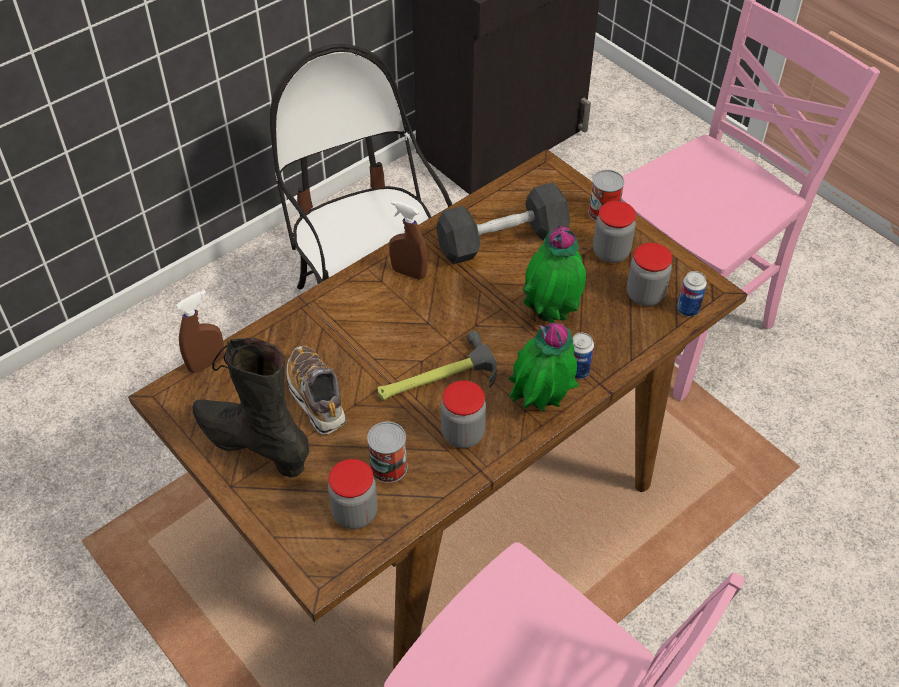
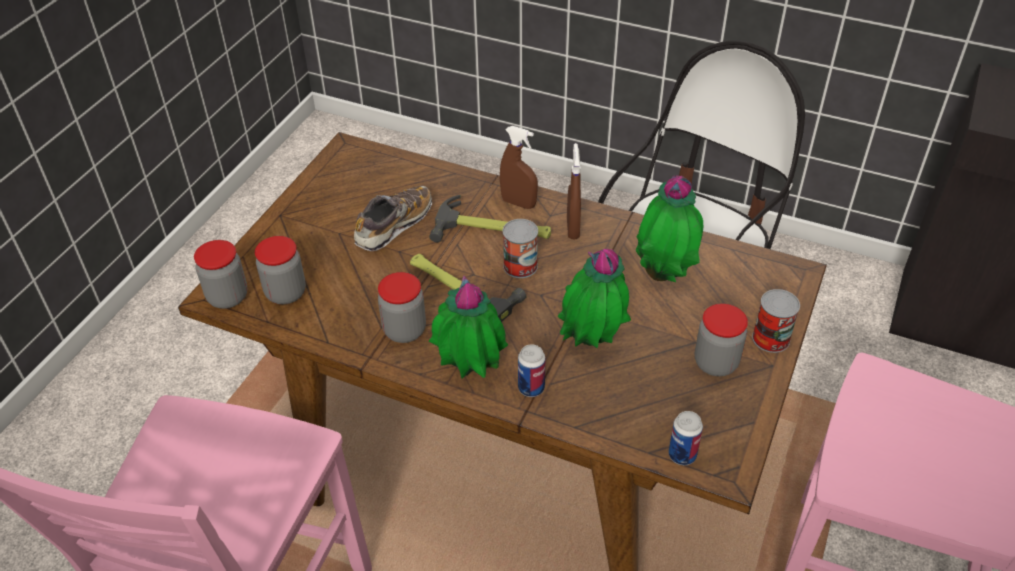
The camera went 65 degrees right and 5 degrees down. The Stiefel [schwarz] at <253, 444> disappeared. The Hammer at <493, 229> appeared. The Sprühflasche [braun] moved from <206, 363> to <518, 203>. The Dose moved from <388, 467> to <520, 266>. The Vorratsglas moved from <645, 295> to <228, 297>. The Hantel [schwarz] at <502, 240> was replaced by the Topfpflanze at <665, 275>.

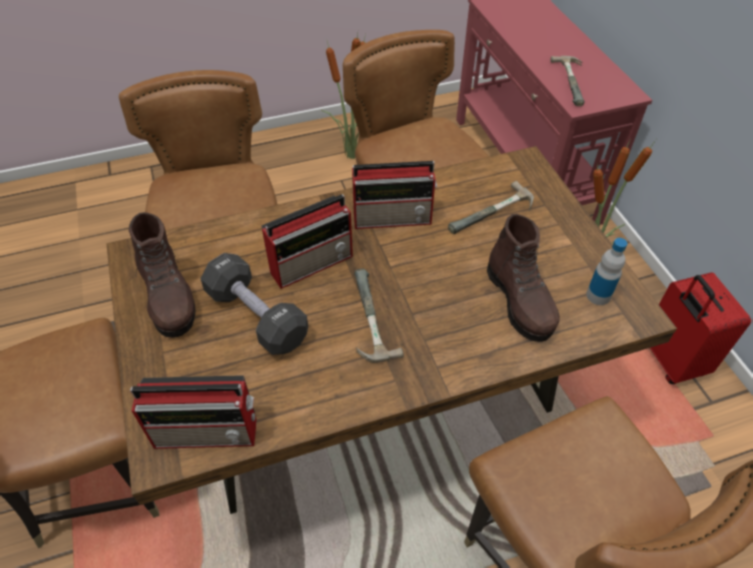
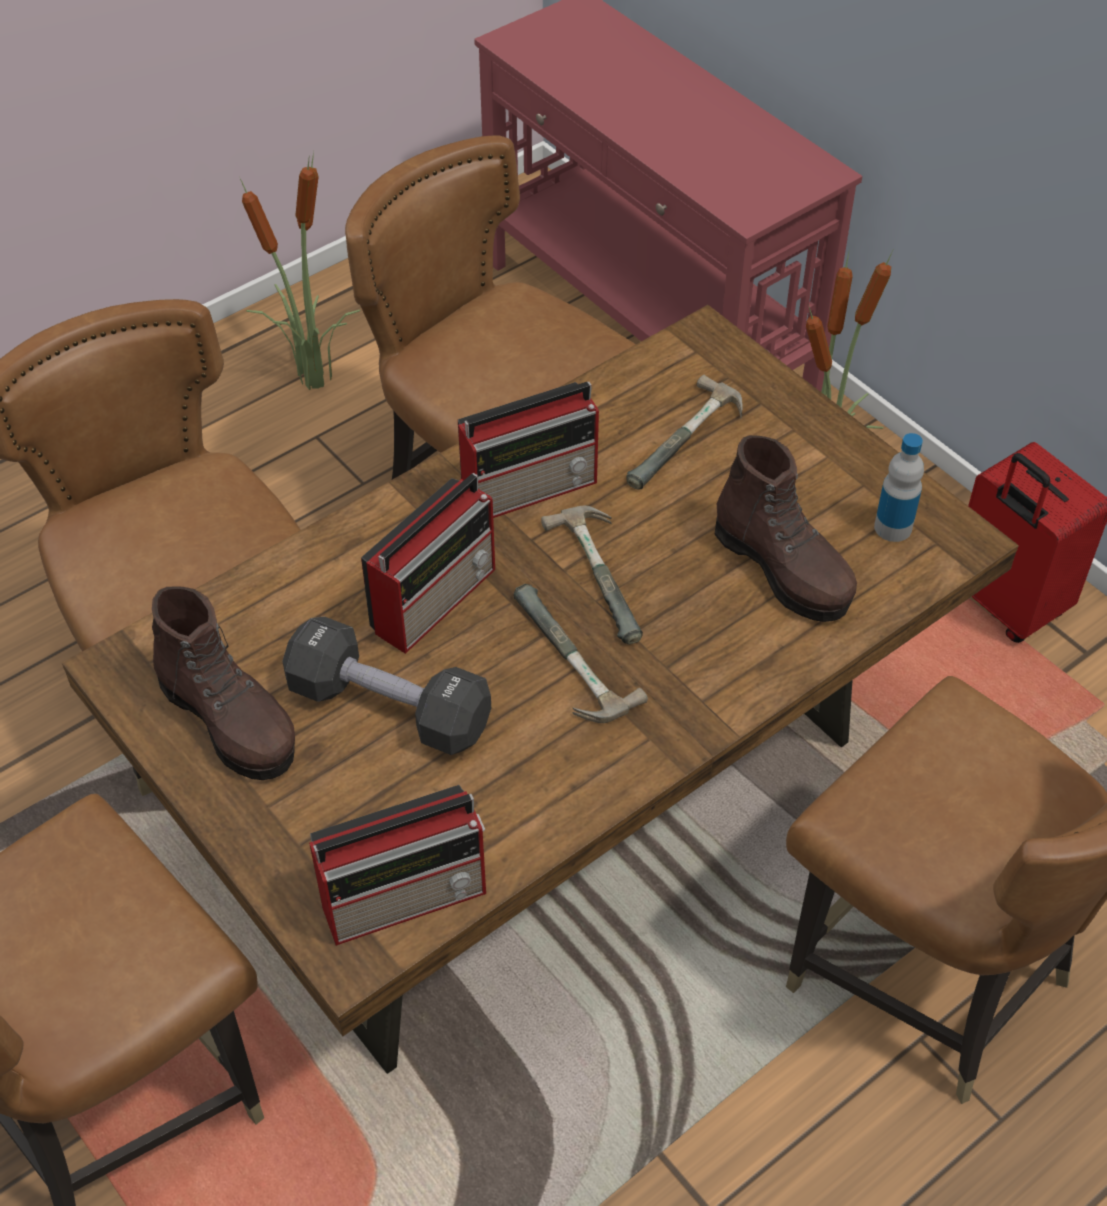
The camera went 20 degrees left and 0 degrees up. The Hammer moved from <575, 82> to <608, 574>.

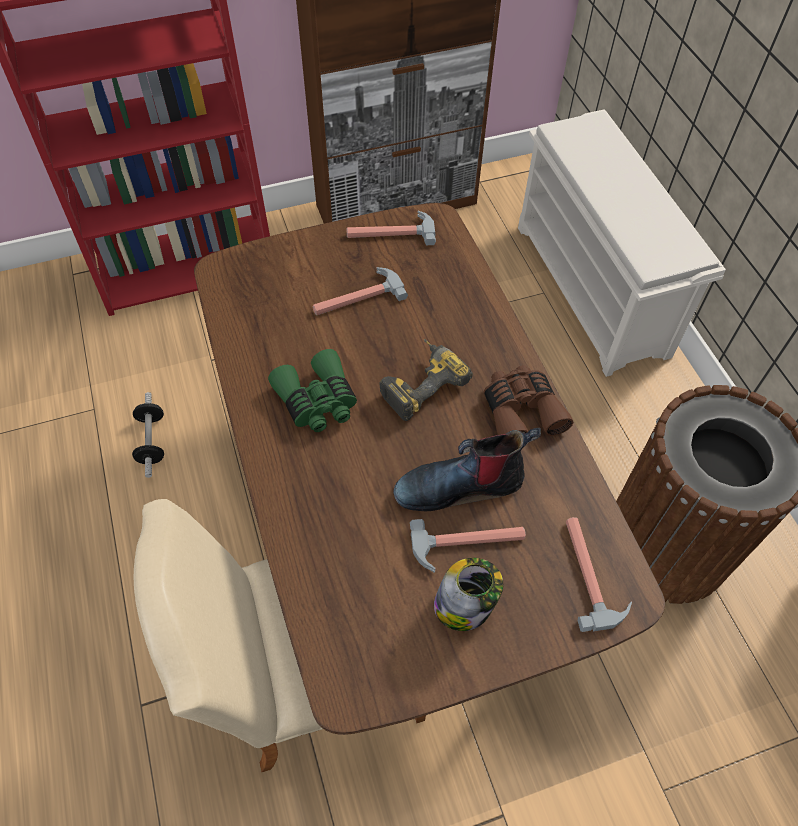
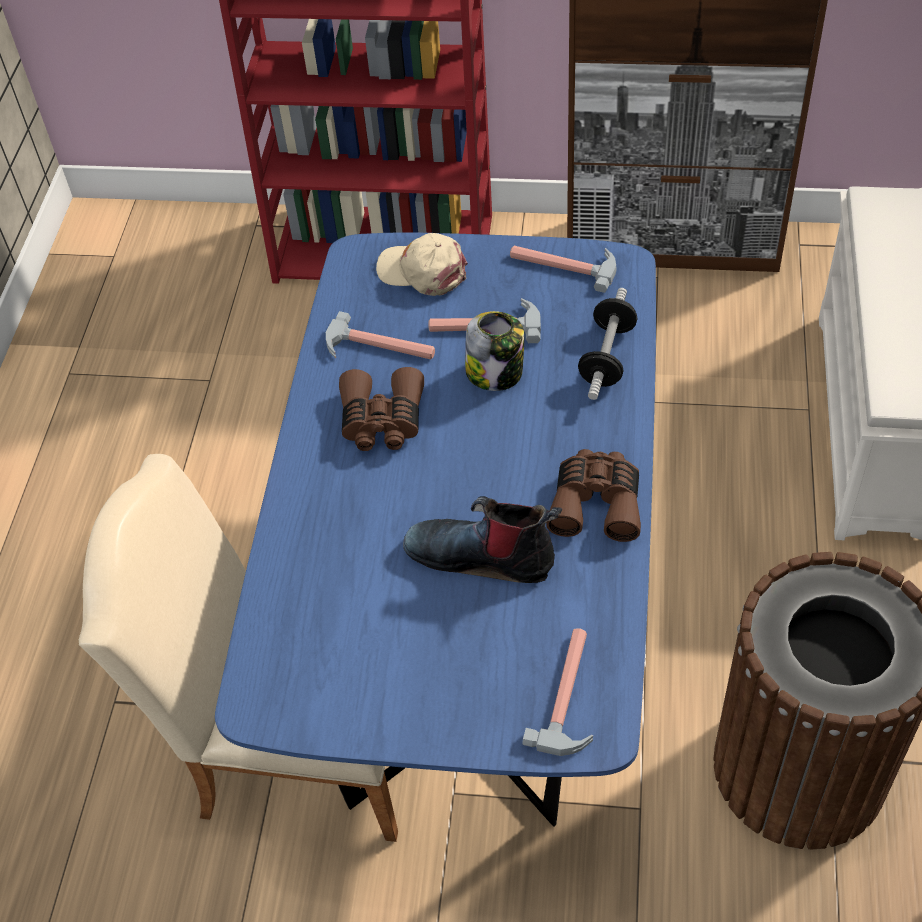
The camera went 30 degrees right and 5 degrees down. The Bohrmaschine at <420, 383> disappeared. The Kappe [beige] at <423, 271> appeared. The Hantel moved from <152, 441> to <607, 357>. The Hammer moved from <468, 544> to <379, 348>. The Vorratsglas moved from <464, 605> to <495, 373>. The Esstisch [braun] at <398, 525> became the Esstisch [blau] at <476, 622>. The Fernglas [grün] at <317, 401> became the Fernglas [braun] at <382, 421>.

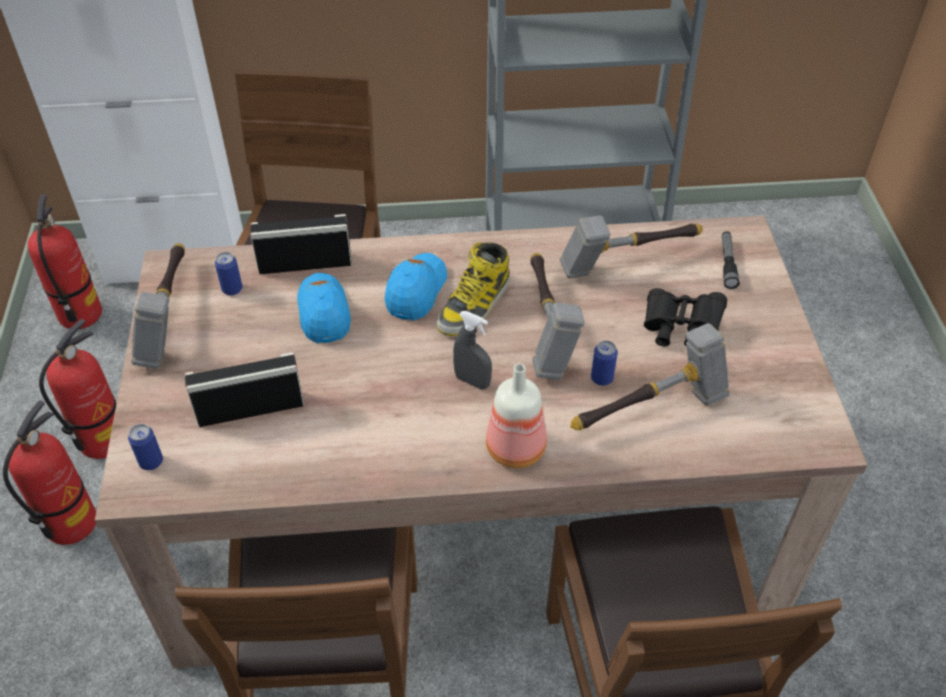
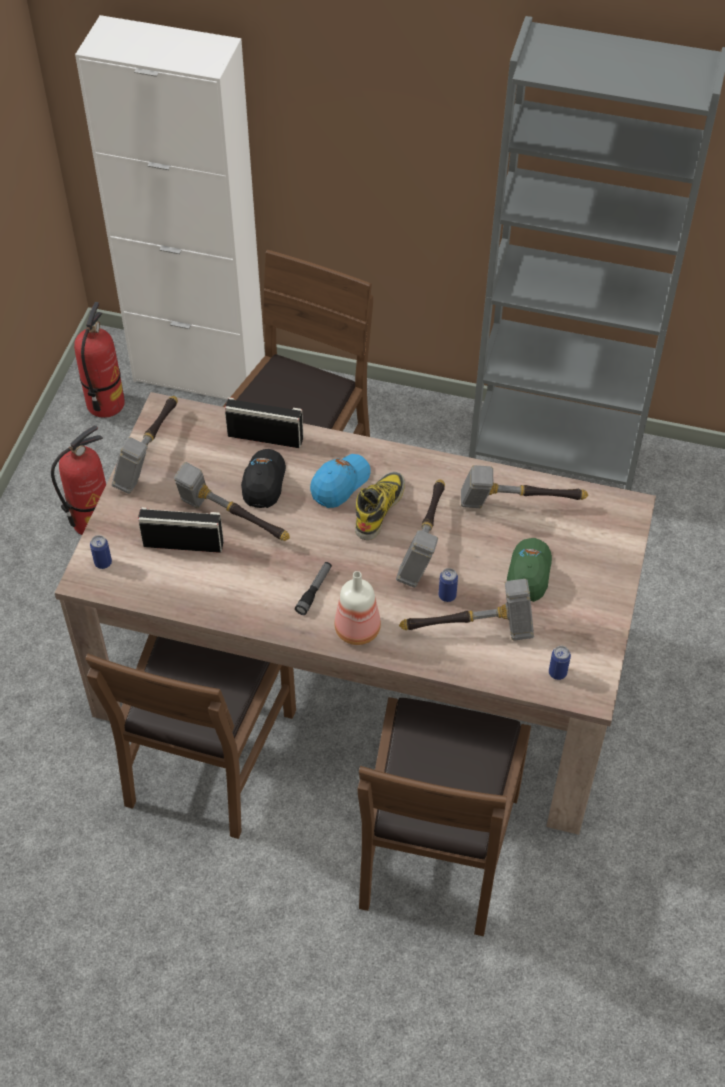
The camera went 20 degrees right and 5 degrees up. The Feuerlöscher at <71, 523> disappeared. The Sprühflasche [grau] at <472, 381> disappeared. The Hammer at <231, 521> appeared. The Dose moved from <232, 289> to <557, 673>. The Taschenlampe moved from <727, 264> to <314, 591>. The Fernglas [schwarz] at <679, 328> was replaced by the Kappe [grün] at <529, 573>. The Kappe [blau] at <324, 313> became the Kappe [schwarz] at <263, 482>. The Stiefel at <474, 305> turned 150 degrees clockwise.

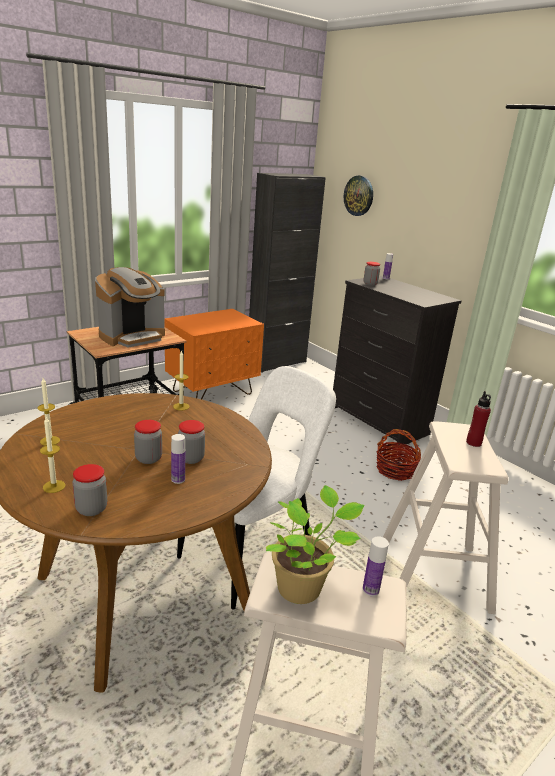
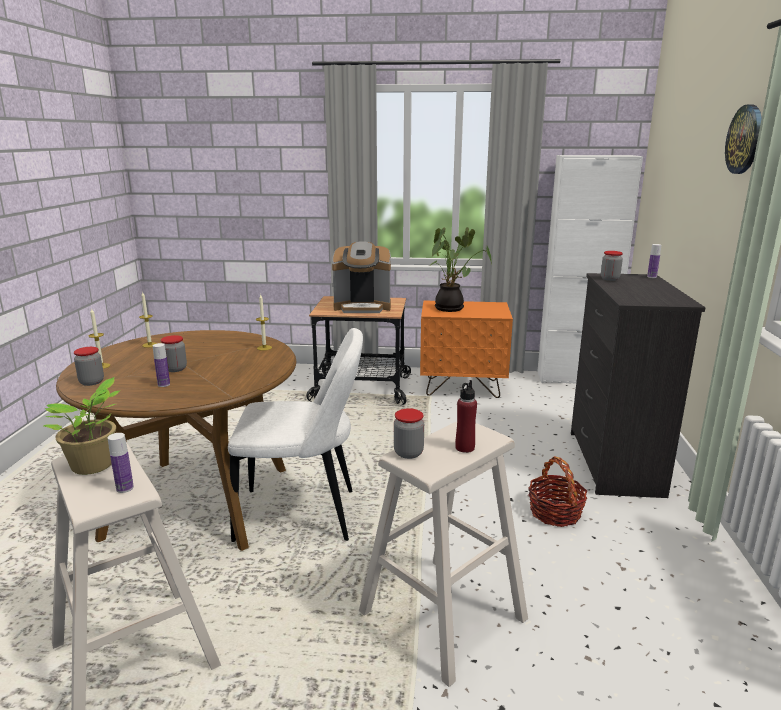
The camera went 45 degrees right and 5 degrees down. The Topfpflanze at <452, 308> appeared. The Vorratsglas moved from <191, 458> to <408, 453>. The Wanduhr moved from <359, 195> to <745, 139>. The Schrank [schwarz] at <276, 362> became the Schrank [weiß] at <573, 378>.

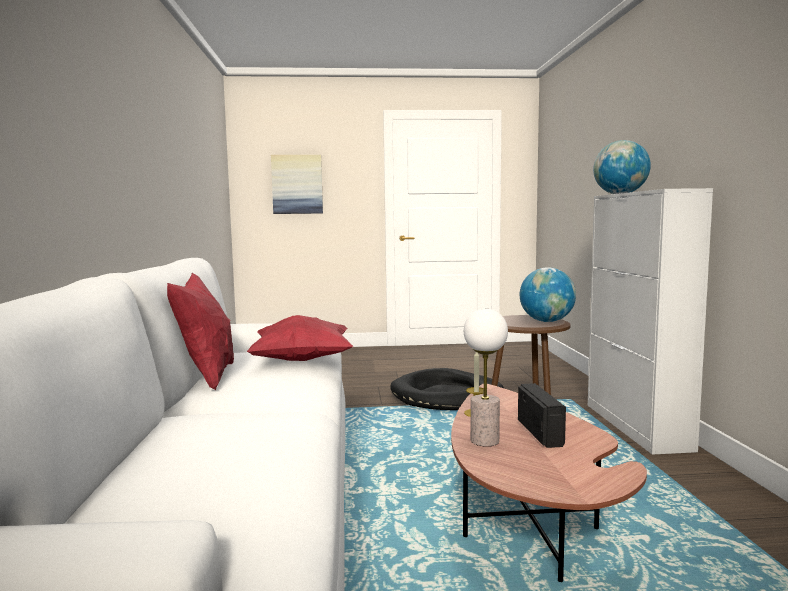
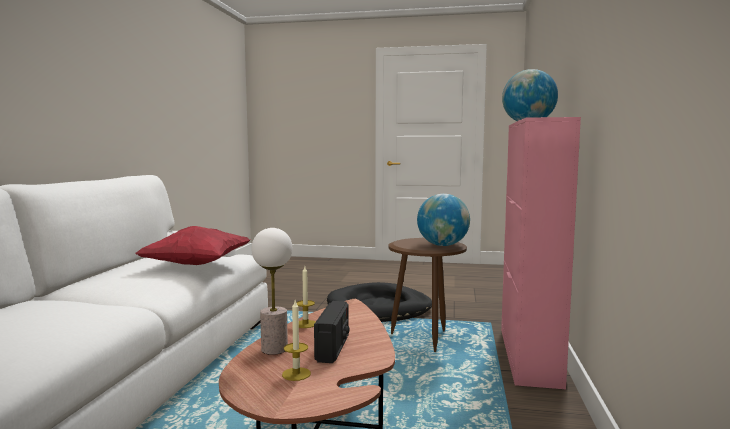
The camera went 15 degrees right and 0 degrees up. The Kissen [rot] at <206, 376> disappeared. The Bild at <297, 184> disappeared. The Kerze at <296, 374> appeared. The Schrank [weiß] at <636, 426> became the Schrank [rosa] at <528, 356>.

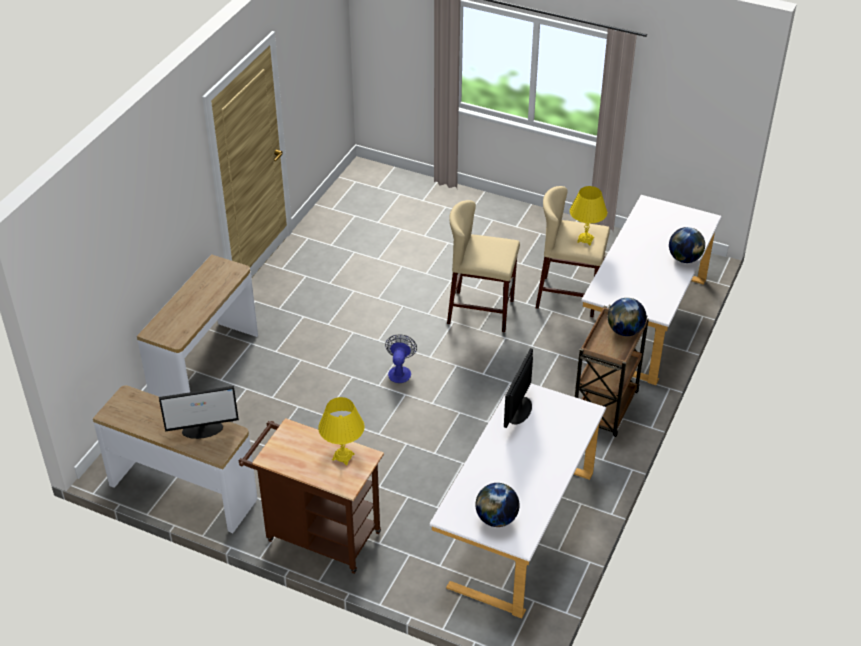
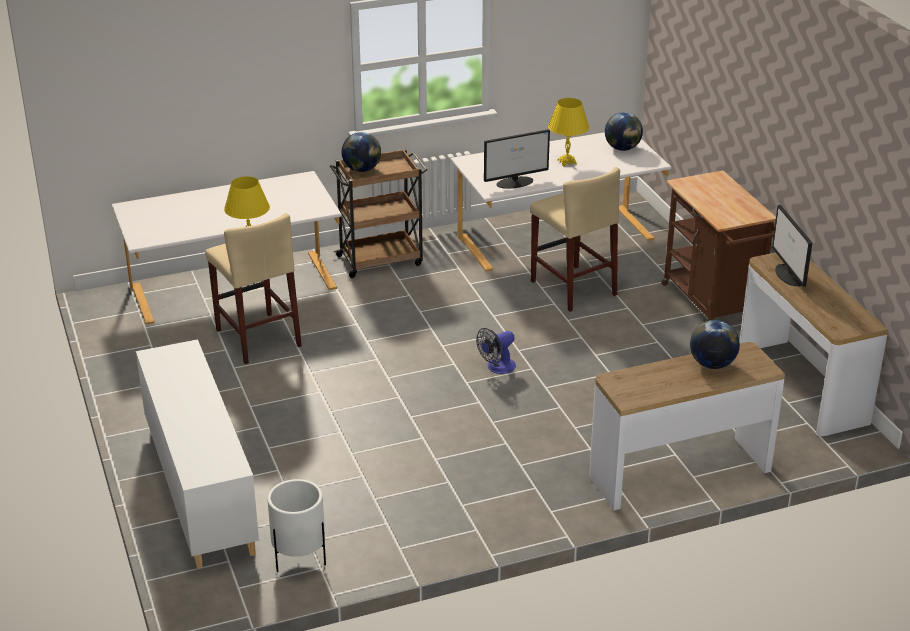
The camera went 135 degrees left and 10 degrees down. The Schrank [weiß] at <200, 489> appeared. The Pflanzkübel [weiß] at <299, 559> appeared. The Tischlampe [gelb] moved from <343, 456> to <567, 162>. The Hocker [beige] moved from <481, 311> to <573, 288>. The Globus moved from <684, 259> to <712, 364>. The Monitor at <203, 429> turned 135 degrees counterclockwise.

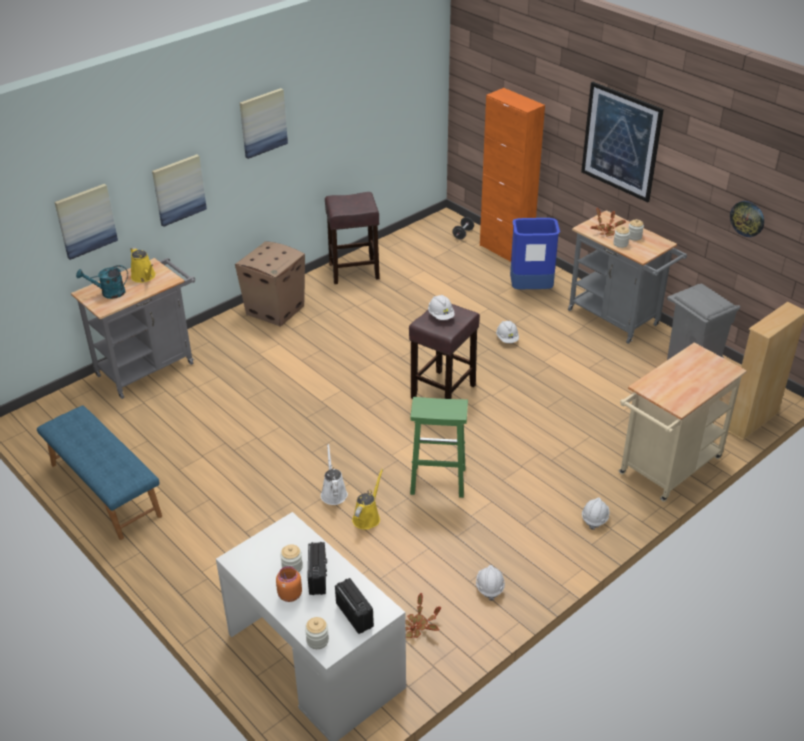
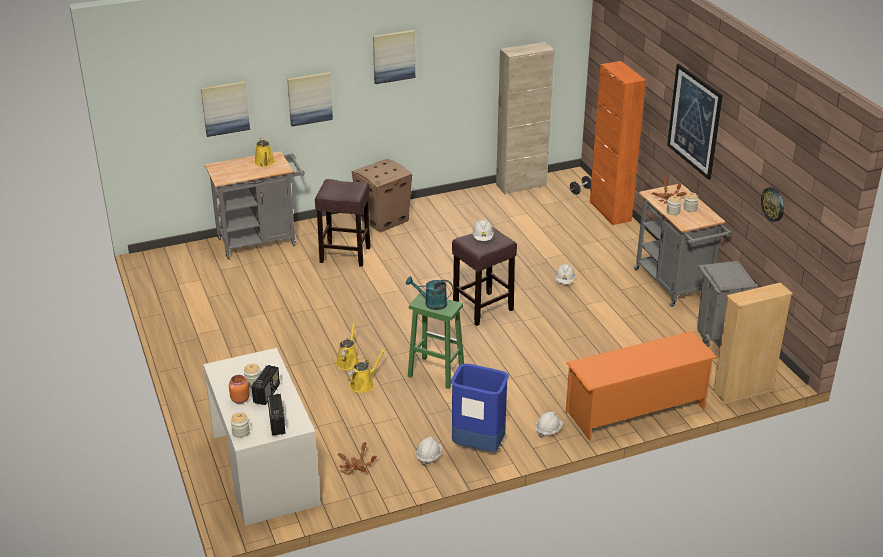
The camera went 20 degrees right and 5 degrees down. The Bank [blau] at <104, 490> disappeared. The Schrank [beige] at <521, 185> appeared. The Gießkanne [türkis] moved from <108, 293> to <431, 303>. The Hocker [braun] moved from <355, 271> to <346, 255>. The Mülleimer [blau] moved from <530, 289> to <478, 446>. The Rollwagen [beige] at <666, 470> was replaced by the Schuhregal [orange] at <636, 410>. The Gießkanne [weiß] at <333, 493> became the Gießkanne [gelb] at <348, 361>.

